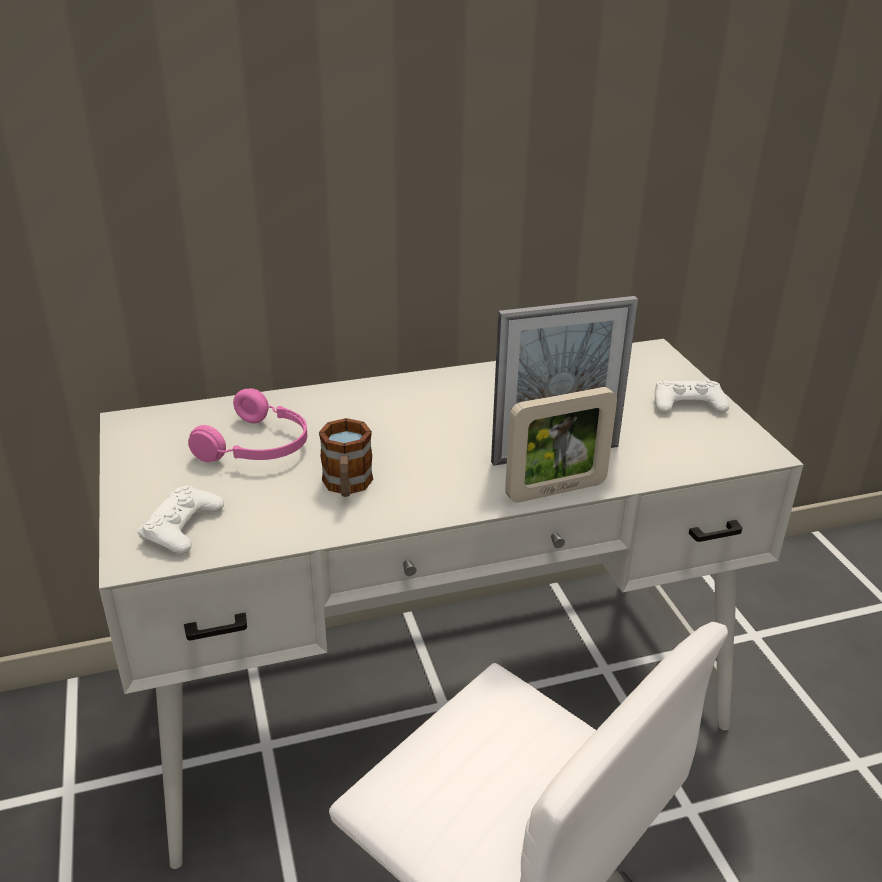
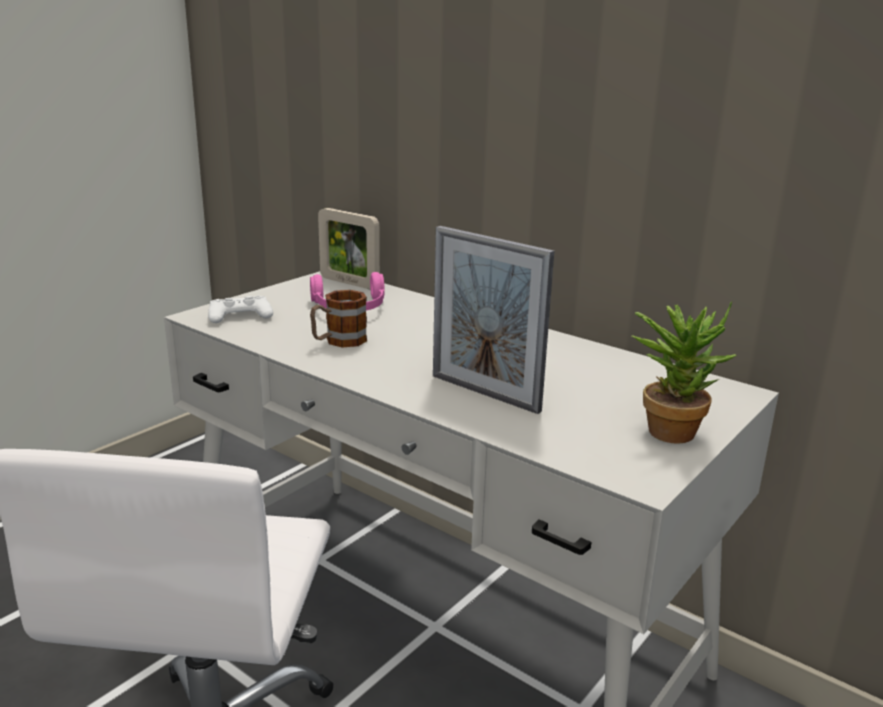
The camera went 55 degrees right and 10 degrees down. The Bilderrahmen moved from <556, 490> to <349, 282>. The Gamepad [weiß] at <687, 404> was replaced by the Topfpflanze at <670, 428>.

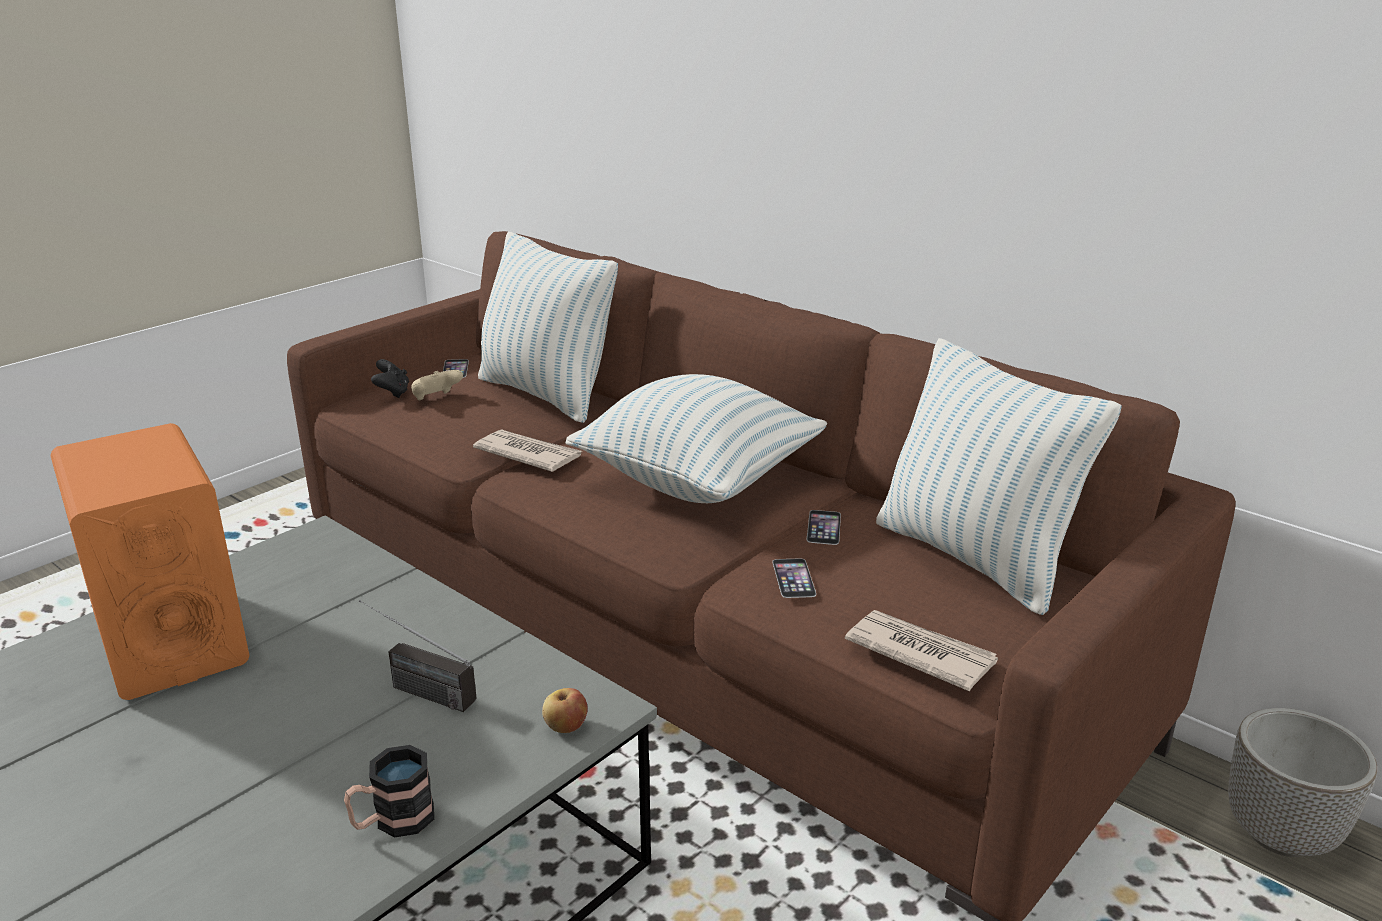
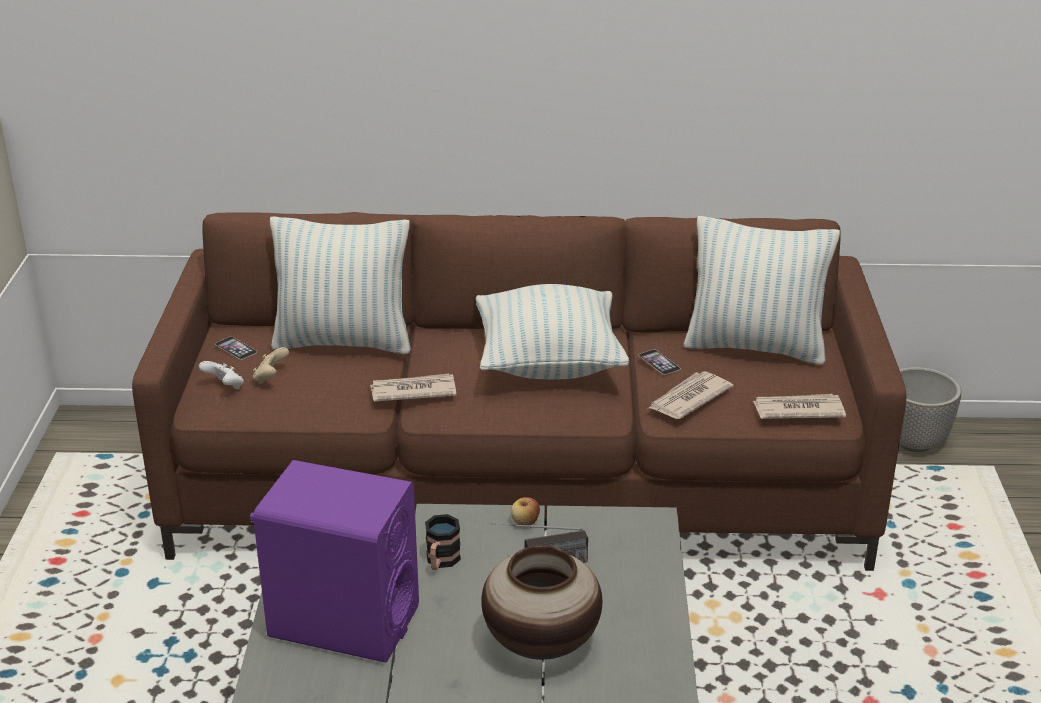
The camera went 40 degrees left and 5 degrees up. The Vase at <540, 644> appeared. The Henkelbecher moved from <393, 821> to <441, 561>. The Apfel moved from <565, 726> to <525, 522>. The Handy at <793, 578> was replaced by the Zeitung at <688, 399>. The Lautsprecher [orange] at <171, 640> became the Lautsprecher [lila] at <343, 621>. The Gamepad [schwarz] at <392, 393> became the Gamepad [weiß] at <225, 387>.

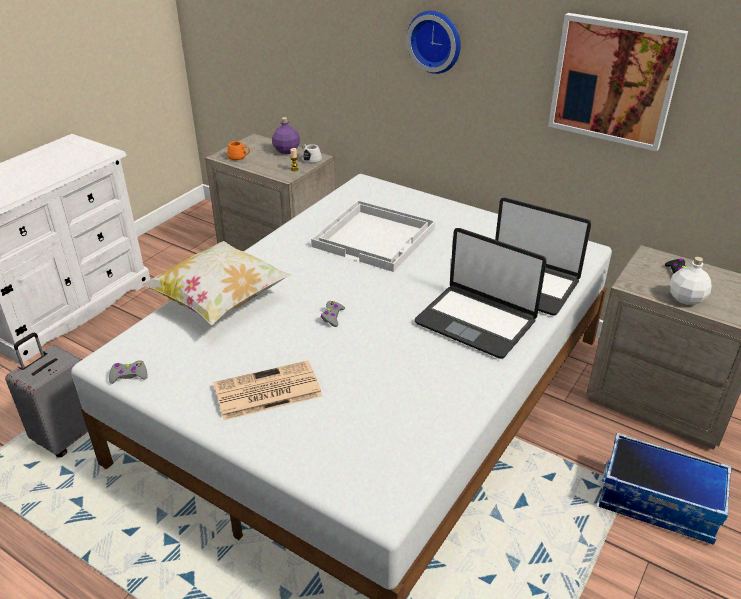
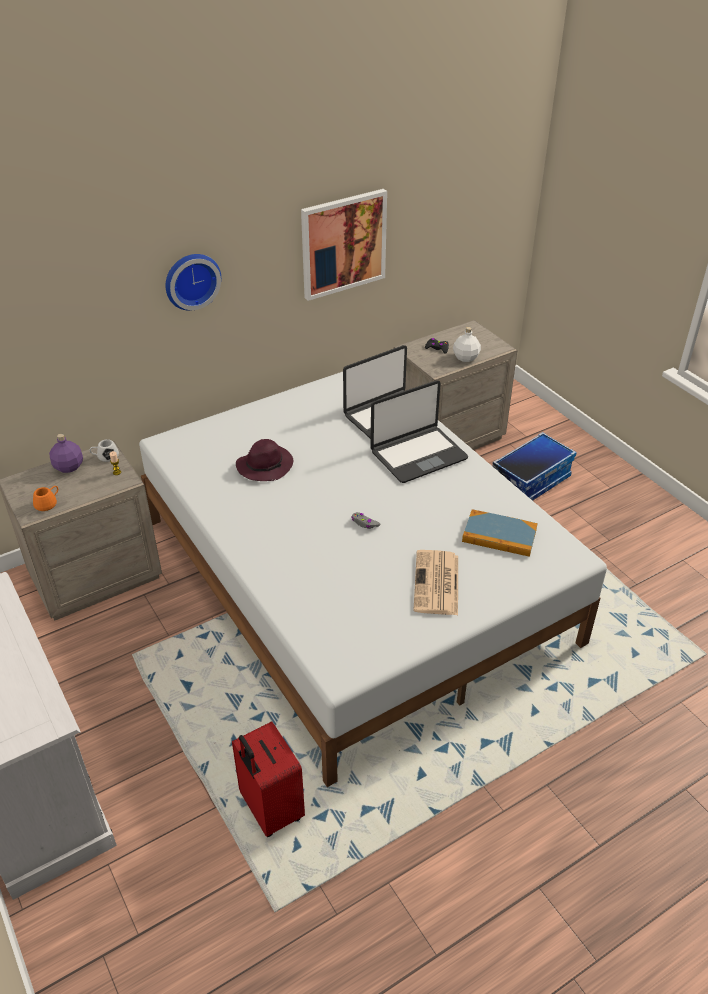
The camera went 65 degrees left and 5 degrees up. The Gamepad [grau] at <129, 375> disappeared. The Kissen at <220, 301> disappeared. The Buch at <499, 536> appeared. The Tablett [weiß] at <375, 237> was replaced by the Hut [lila] at <265, 465>. The Koffer [grau] at <68, 435> became the Koffer [rot] at <270, 809>.

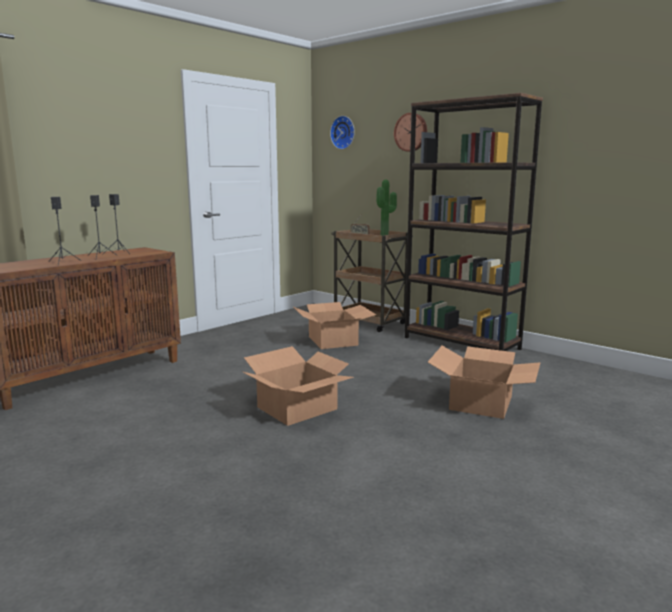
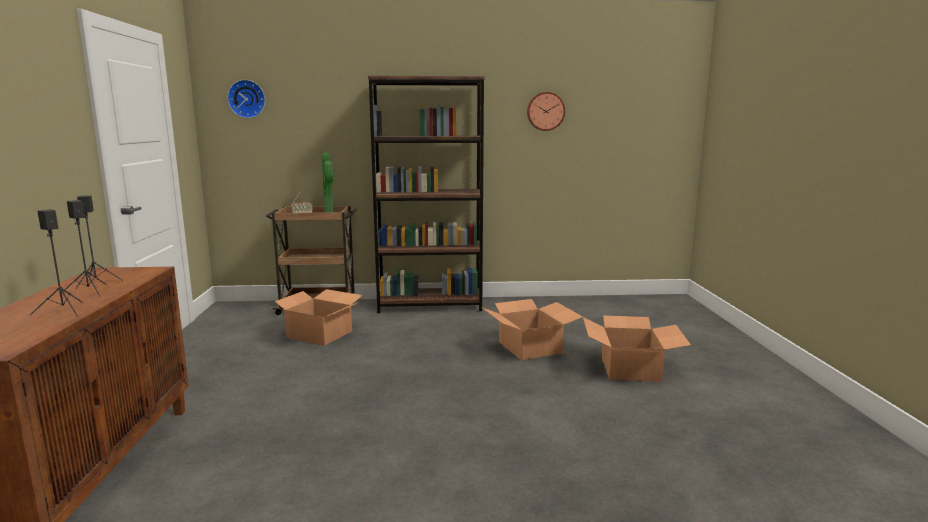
The camera went 45 degrees left and 0 degrees up. The Karton moved from <298, 408> to <631, 368>. The Wanduhr moved from <411, 132> to <545, 111>.

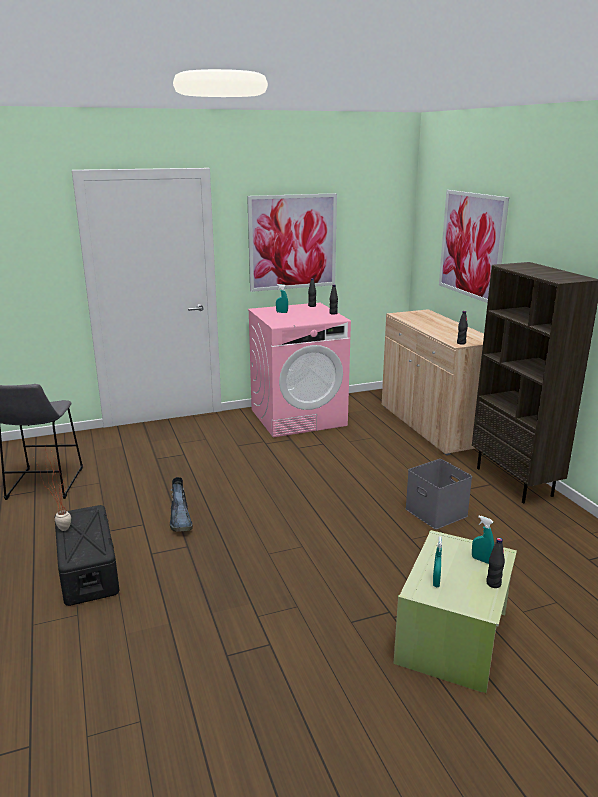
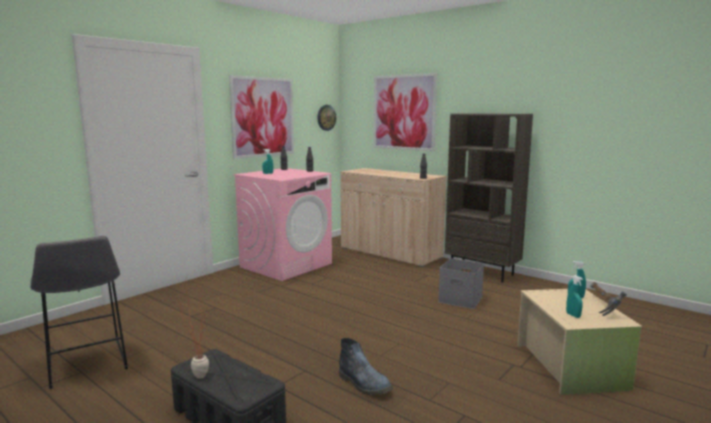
The camera went 30 degrees left and 10 degrees down. The Wanduhr at <326, 117> appeared. The Stiefel moved from <181, 521> to <365, 385>. The Flasche [schwarz] at <493, 583> was replaced by the Hammer at <603, 307>. The Aufbewahrungsbox [grün] at <454, 637> became the Aufbewahrungsbox [beige] at <571, 365>.

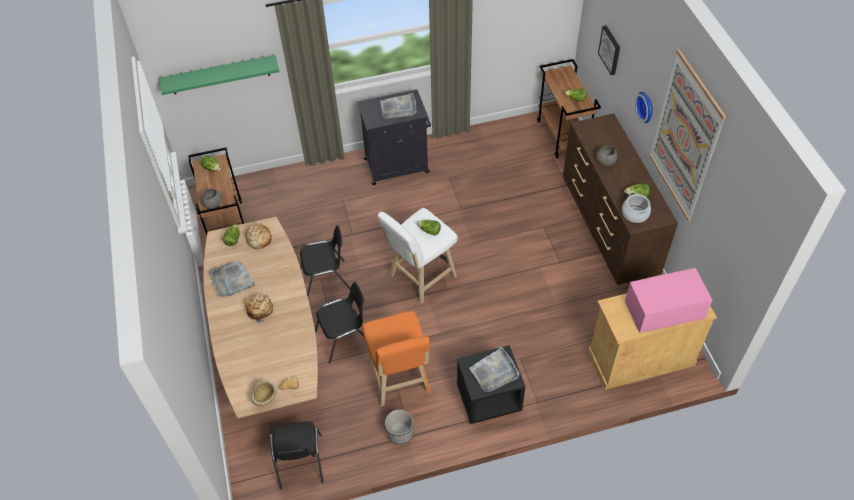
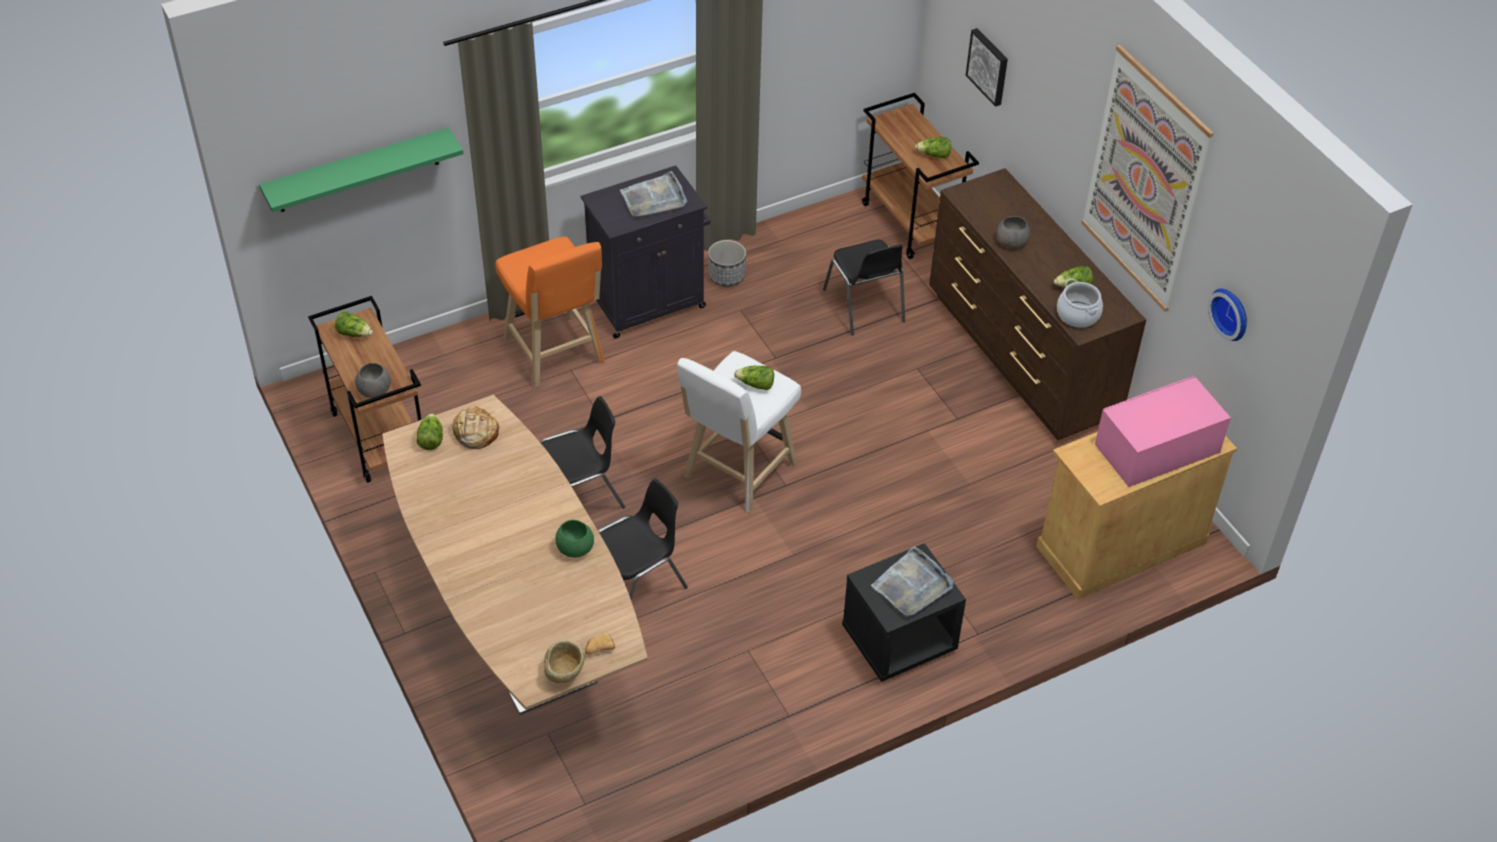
The camera went 15 degrees left and 5 degrees down. The Tablett [grau] at <232, 280> disappeared. The Brot at <260, 309> disappeared. The Schüssel [grün] at <574, 547> appeared. The Stuhl [schwarz] moved from <300, 462> to <864, 306>. The Hocker [orange] moved from <400, 381> to <556, 354>. The Pflanzkübel moved from <400, 432> to <726, 276>. The Wanduhr moved from <646, 106> to <1231, 313>.

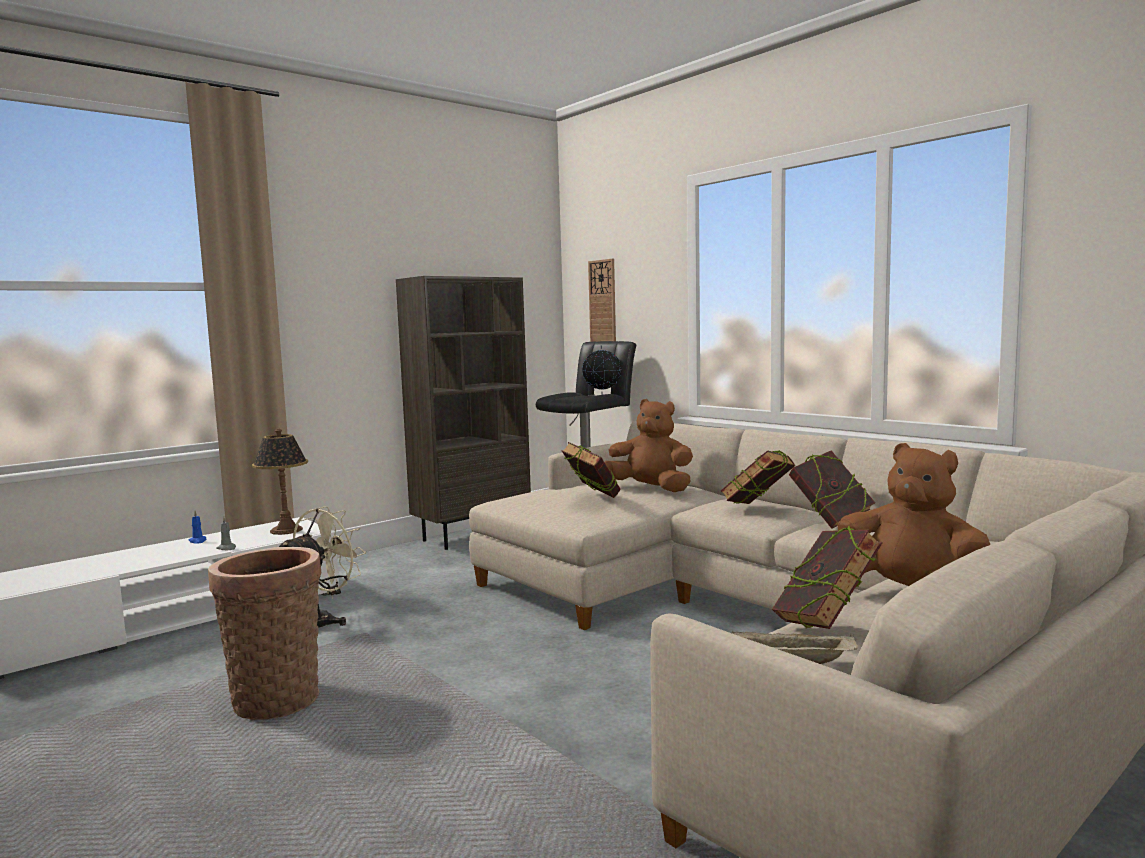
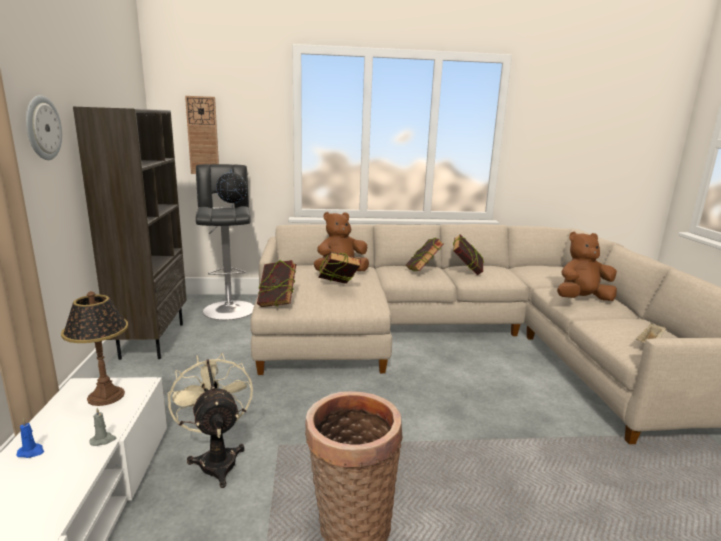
The camera went 55 degrees left and 10 degrees up. The Wanduhr at <42, 128> appeared. The Buch moved from <825, 626> to <277, 304>.

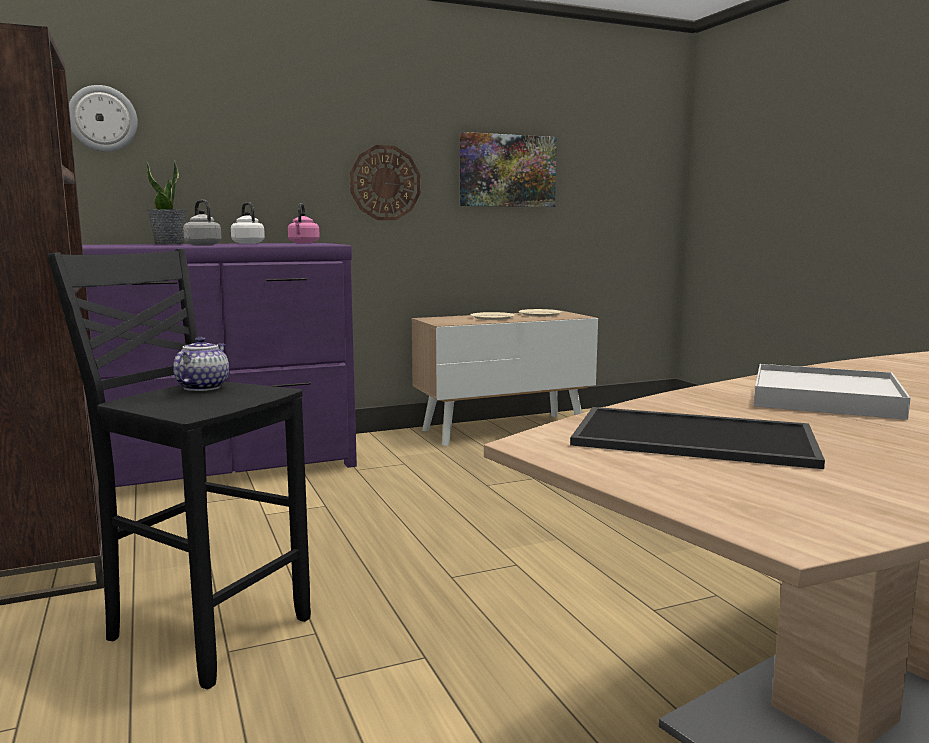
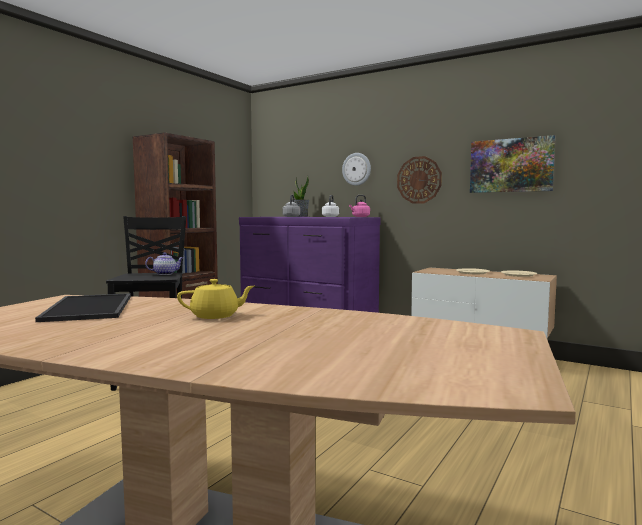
The camera went 55 degrees right and 5 degrees down. The Wanduhr moved from <103, 118> to <356, 169>. The Tablett [weiß] at <824, 398> was replaced by the Teekanne [gelb] at <216, 316>.

